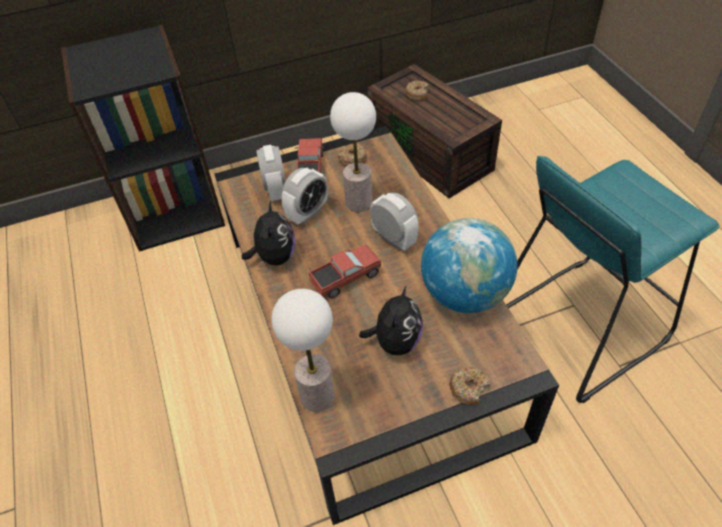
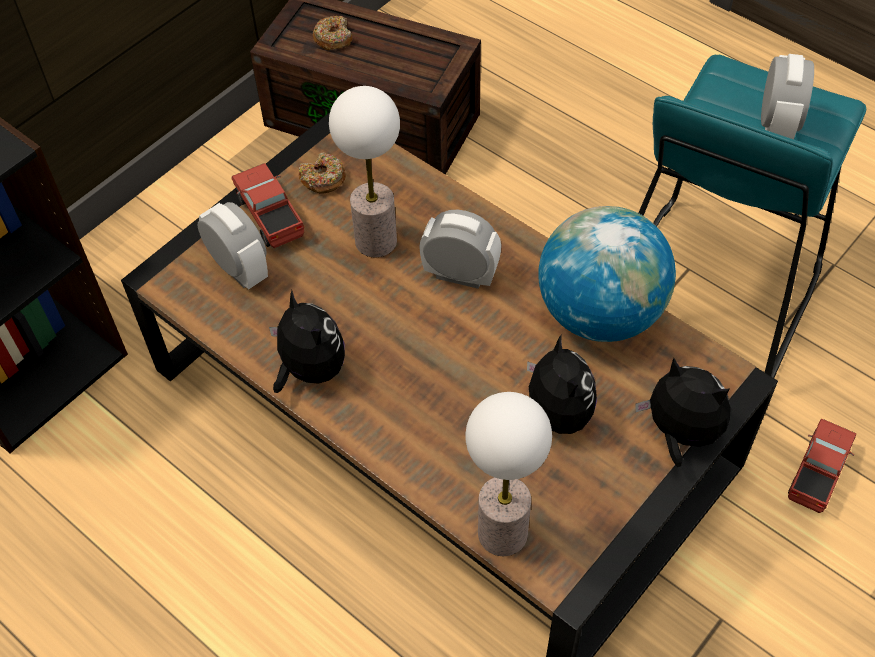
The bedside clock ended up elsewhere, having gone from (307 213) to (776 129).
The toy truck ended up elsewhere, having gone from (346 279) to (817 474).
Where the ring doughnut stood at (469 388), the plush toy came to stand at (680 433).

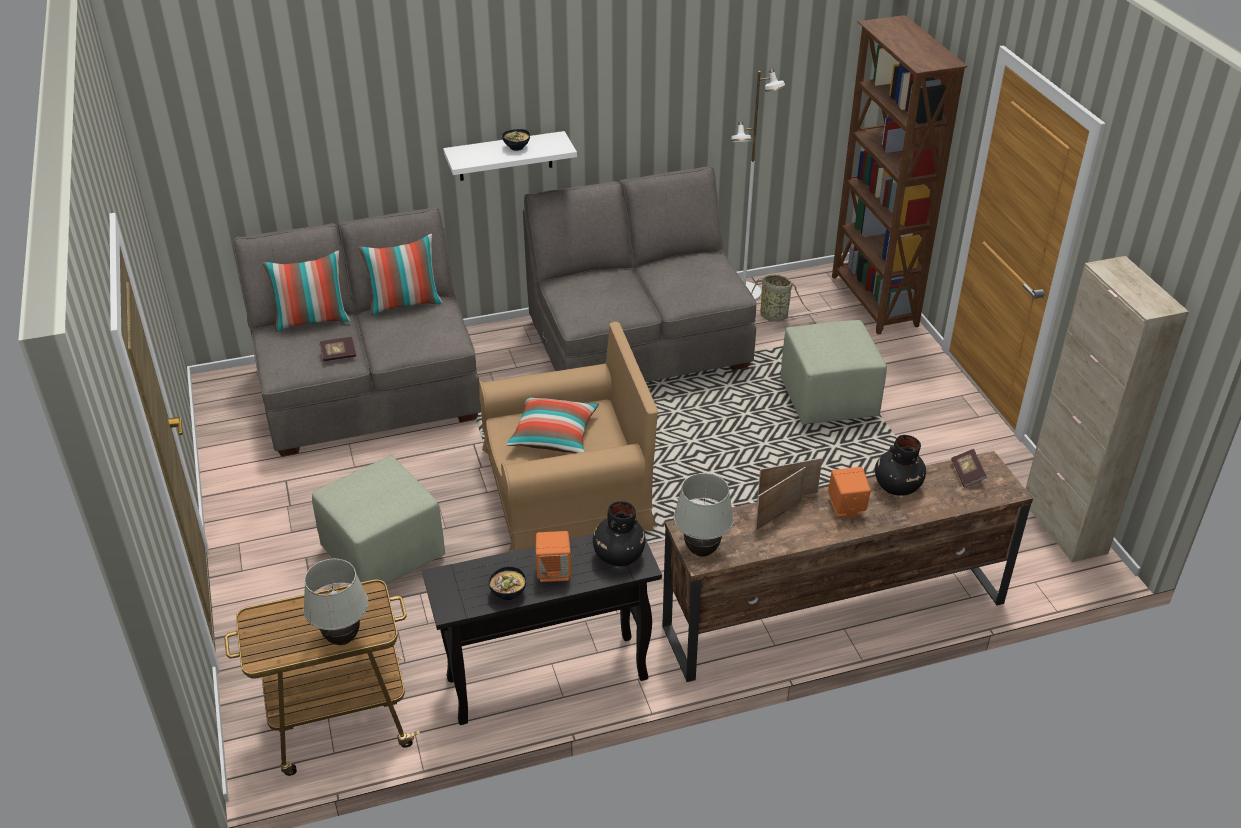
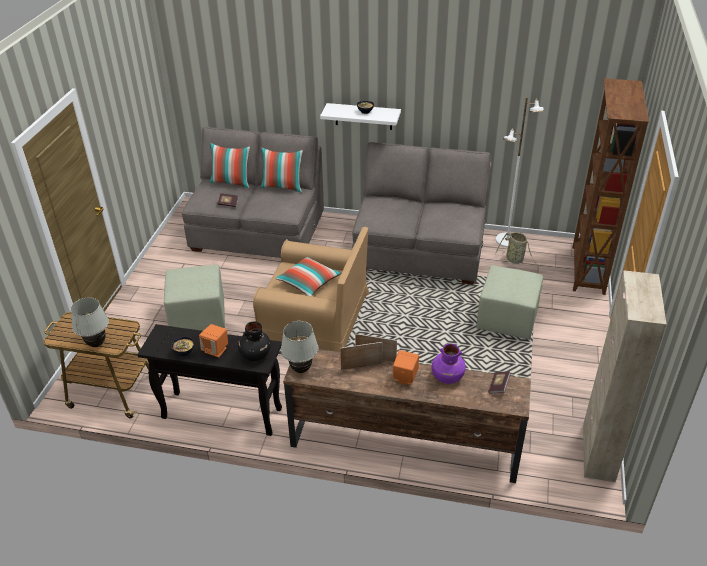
What was the vase (black) at (896 486) turned into the vase (purple-coloured) at (447 376).

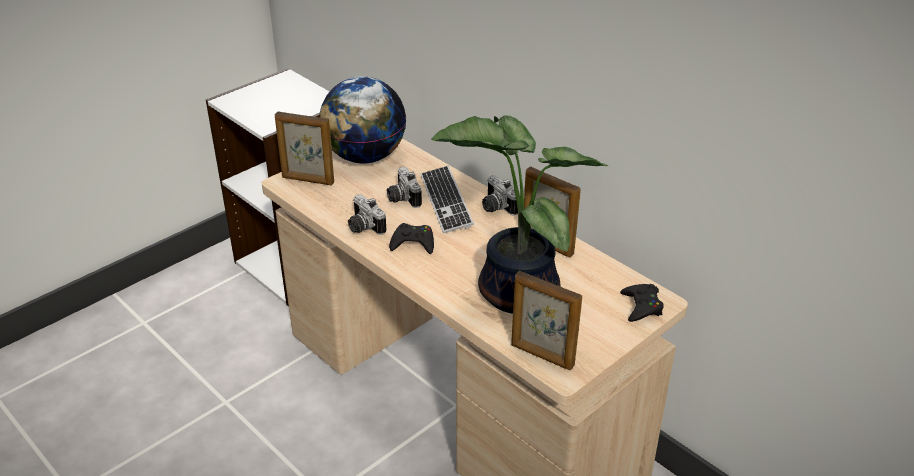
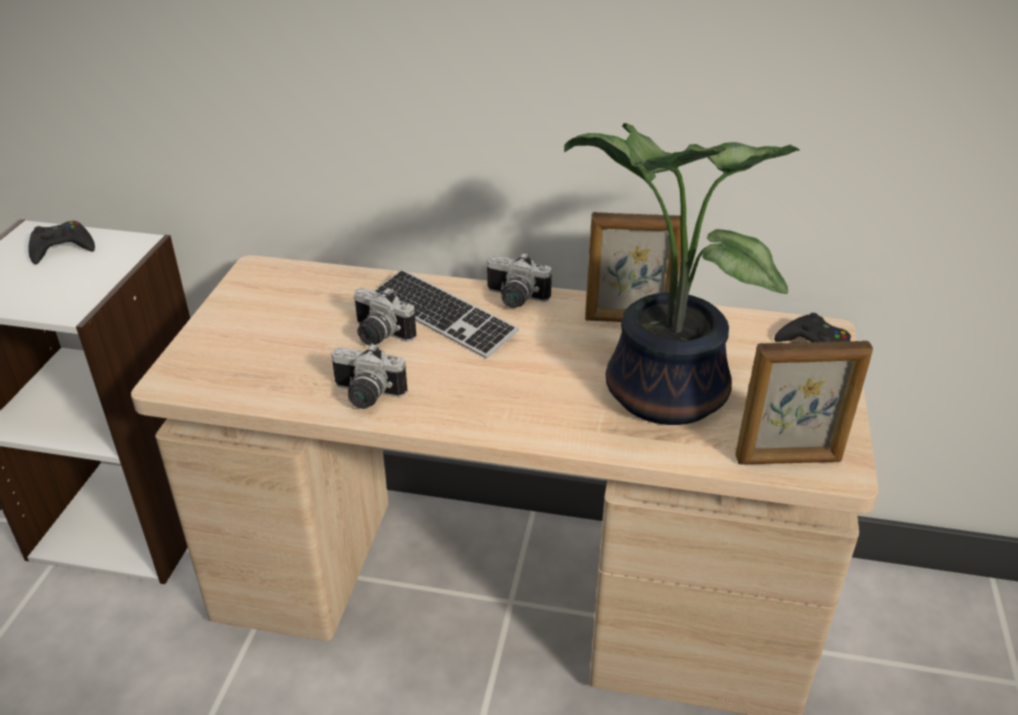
The second view lost the standing frame at (307 180).
The second view lost the desk globe at (364 157).
The gamepad (black) ended up elsewhere, having gone from (413 243) to (62 248).

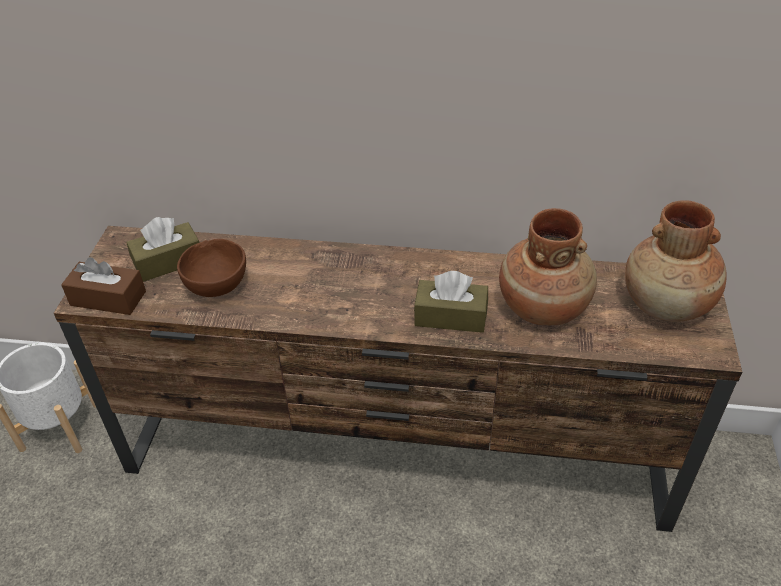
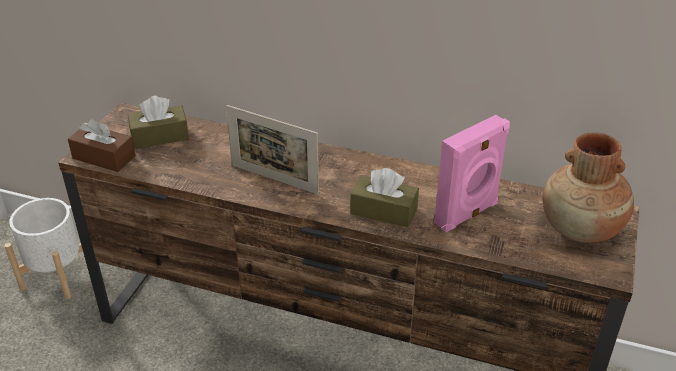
The second view lost the deep dish (brown) at (218 286).
The second view gained the standing frame at (274 179).
Where the vase (brown) stood at (542 306), the audio speaker (pink-coloured) came to stand at (467 214).

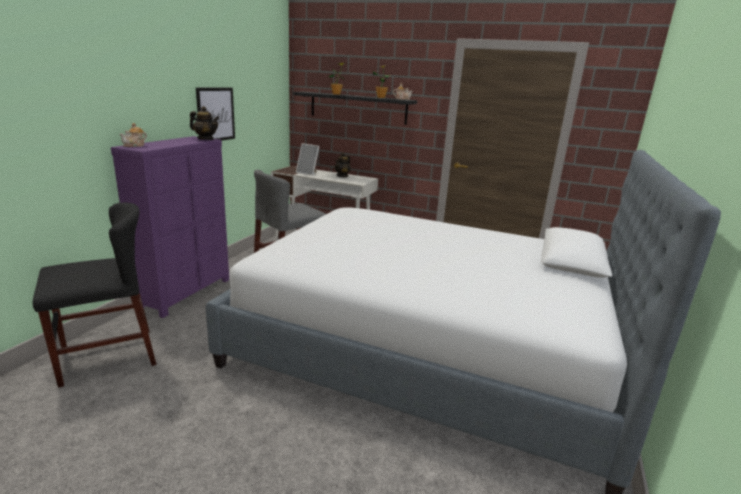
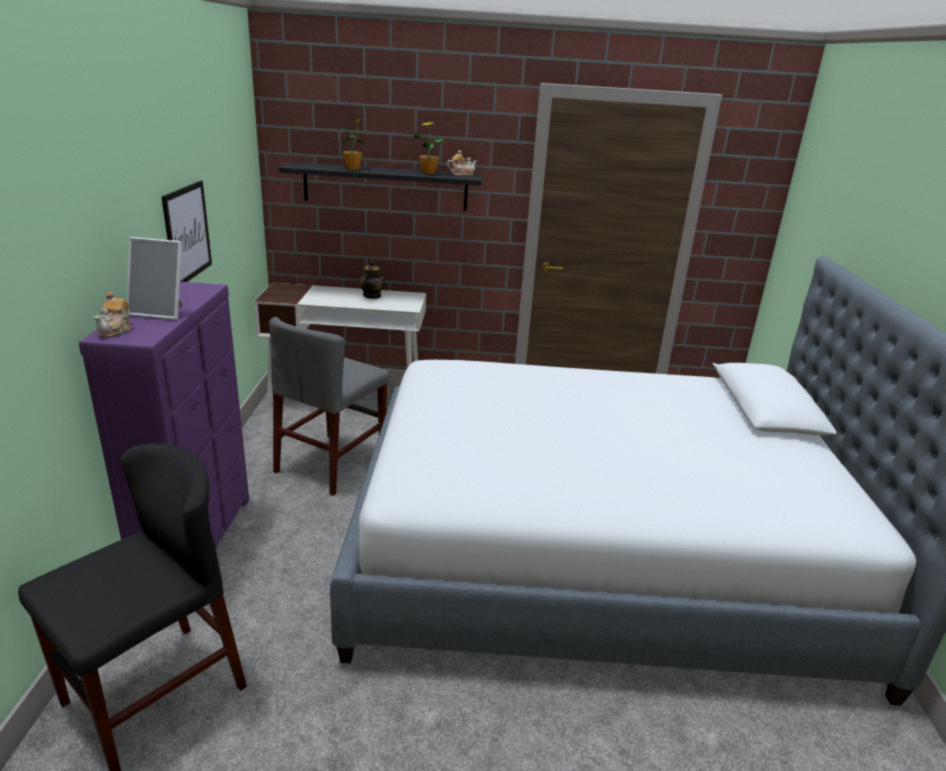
The second view lost the teapot at (205 139).
The standing frame ended up elsewhere, having gone from (308 173) to (161 312).

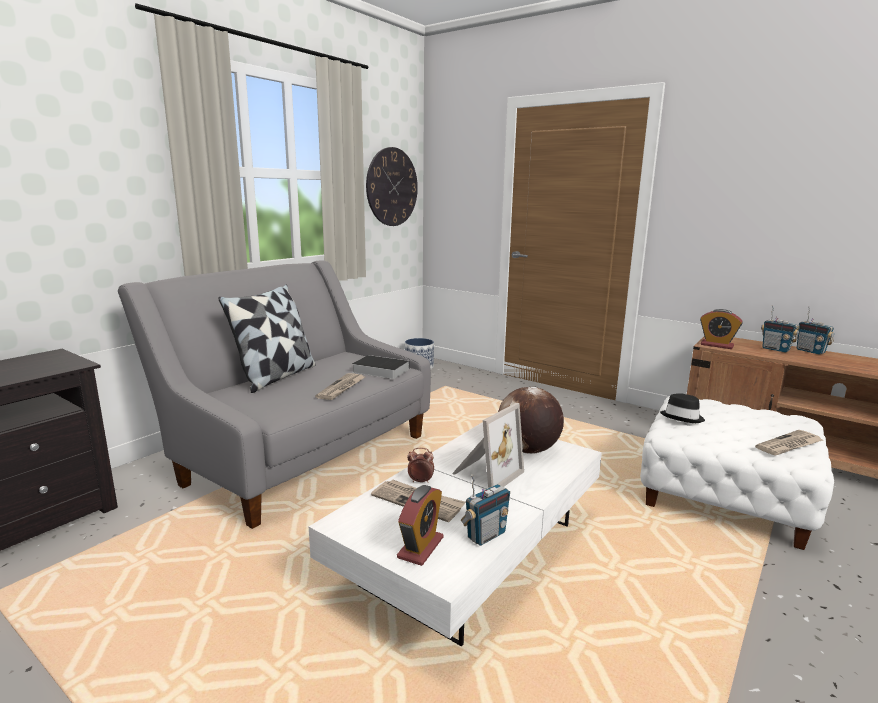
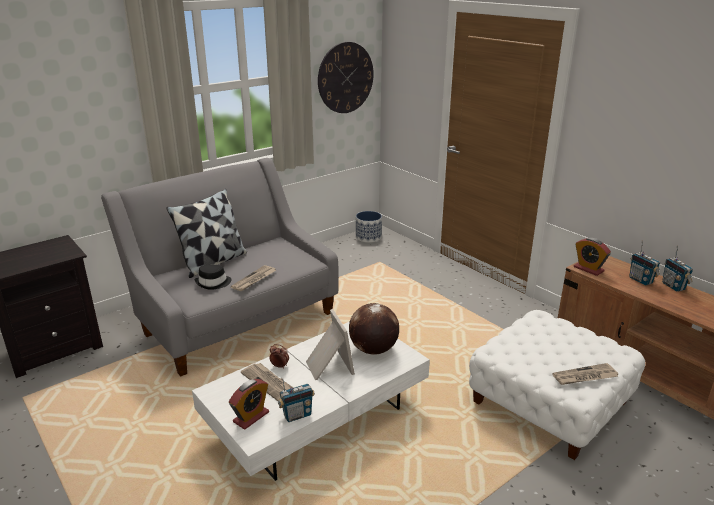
The second view lost the bound book at (379 370).
The clothing hat (black) ended up elsewhere, having gone from (682 417) to (213 283).
The standing frame at (485 473) ended up facing another way, 75 degrees counterclockwise from before.

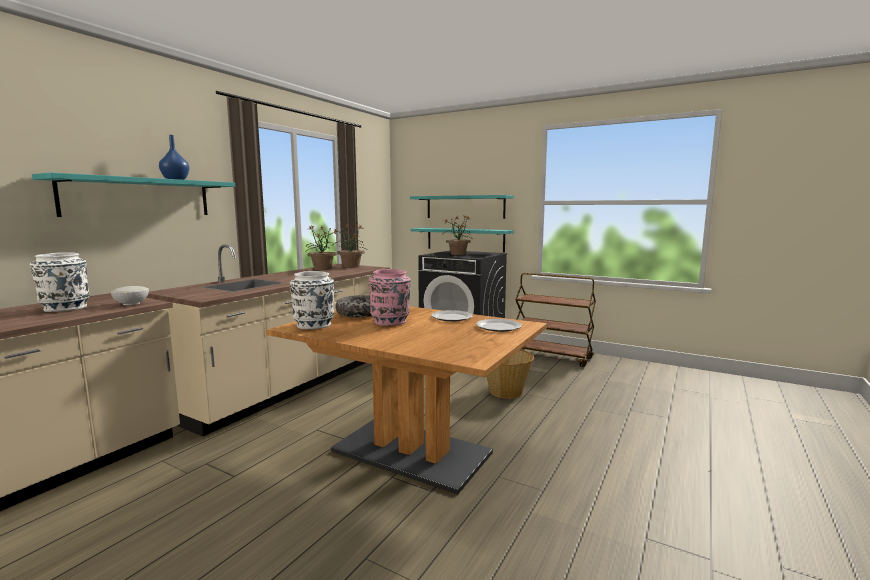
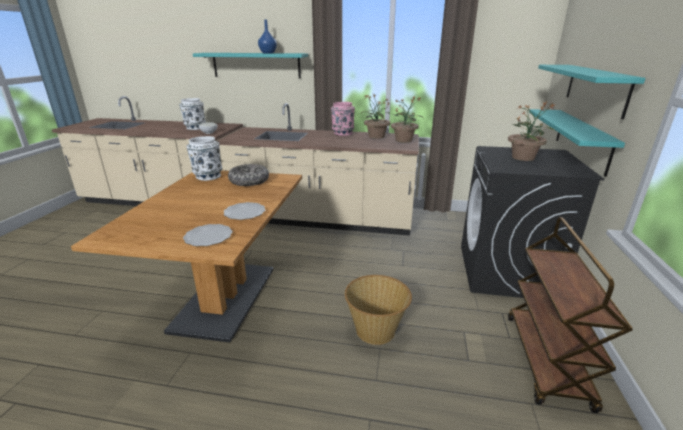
The vase (pink-coloured) ended up elsewhere, having gone from (390 322) to (342 133).

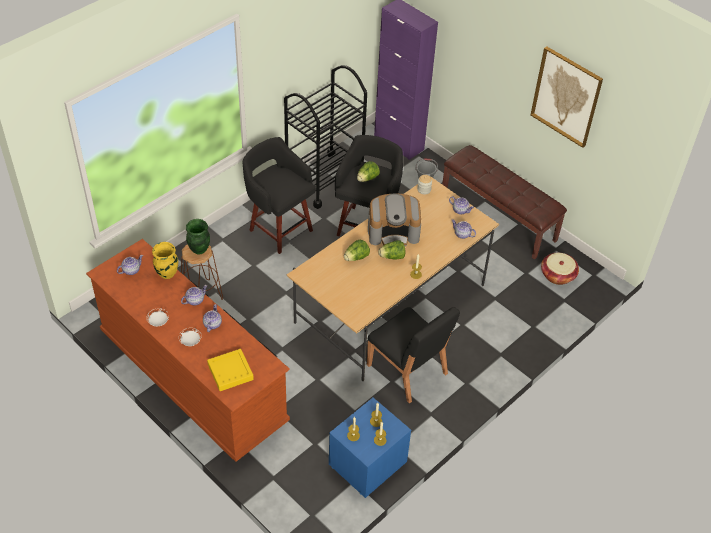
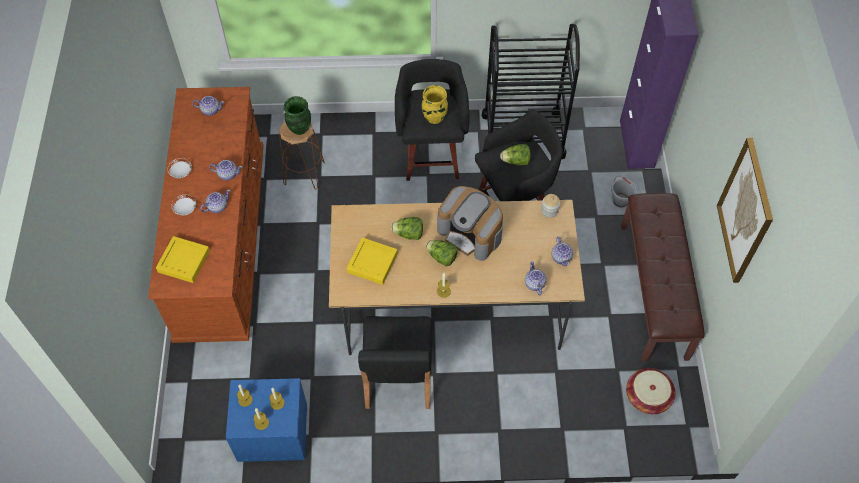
The second view gained the tray (yellow) at (372 263).
The vase (yellow) ended up elsewhere, having gone from (167 274) to (434 118).

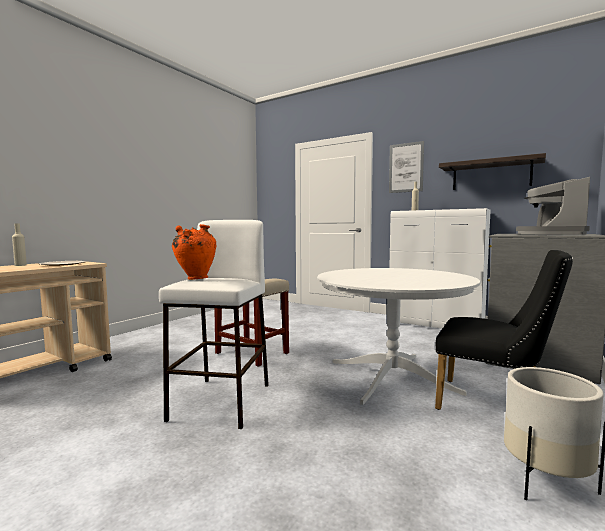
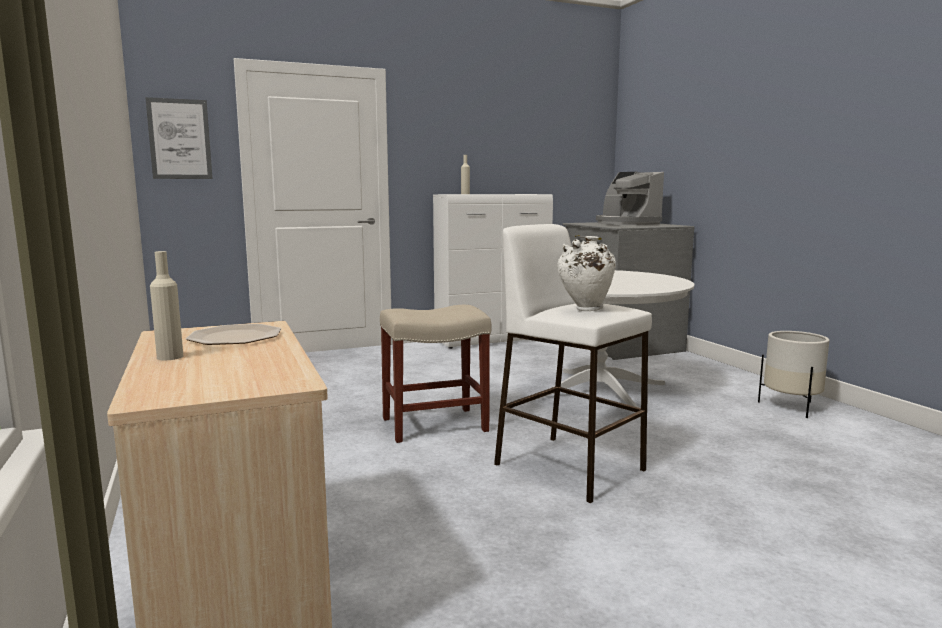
The second view lost the plain chair (black) at (495 406).
The second view lost the shelf at (491 175).
The wall picture ended up elsewhere, having gone from (406 167) to (179 139).
What was the vase (orange) at (195 279) turned into the vase (white) at (585 309).

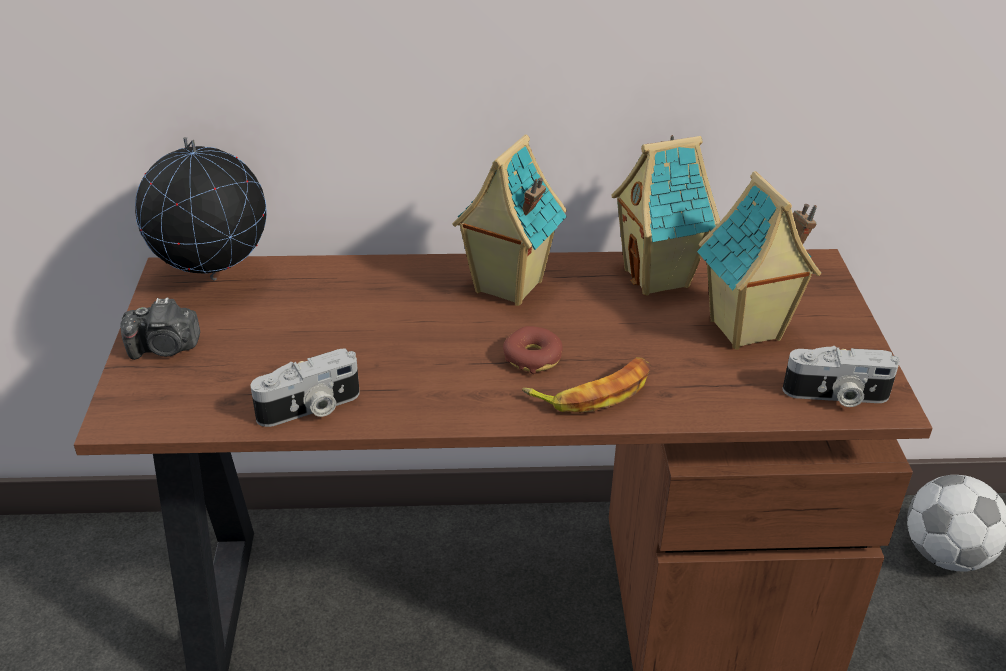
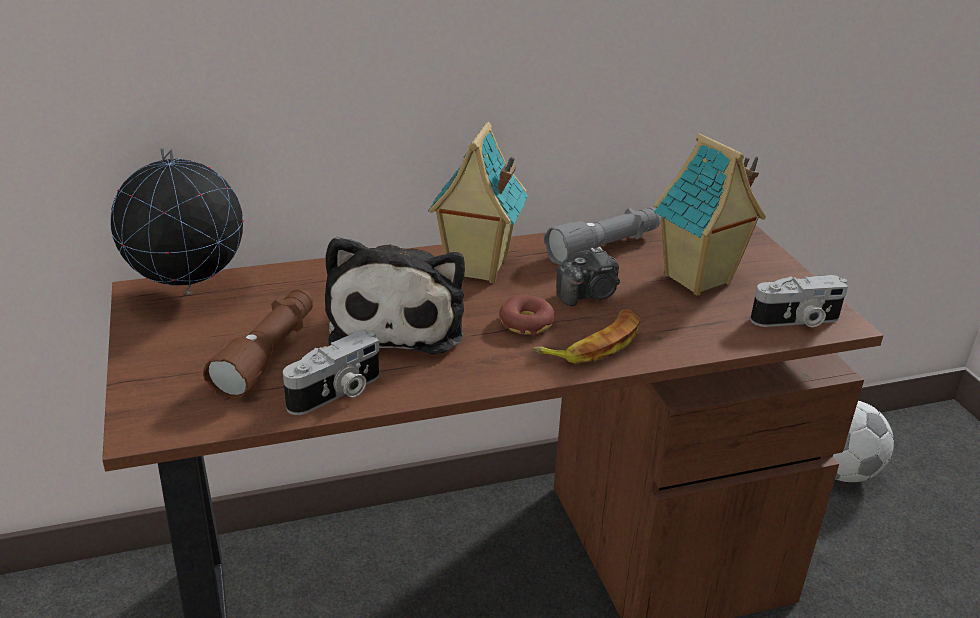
The second view gained the hand torch (brown) at (269 355).
The second view gained the plush toy at (398 321).
The still camera ended up elsewhere, having gone from (165 348) to (589 295).
Where the toy house stood at (659 278), the hand torch (gray) came to stand at (605 247).

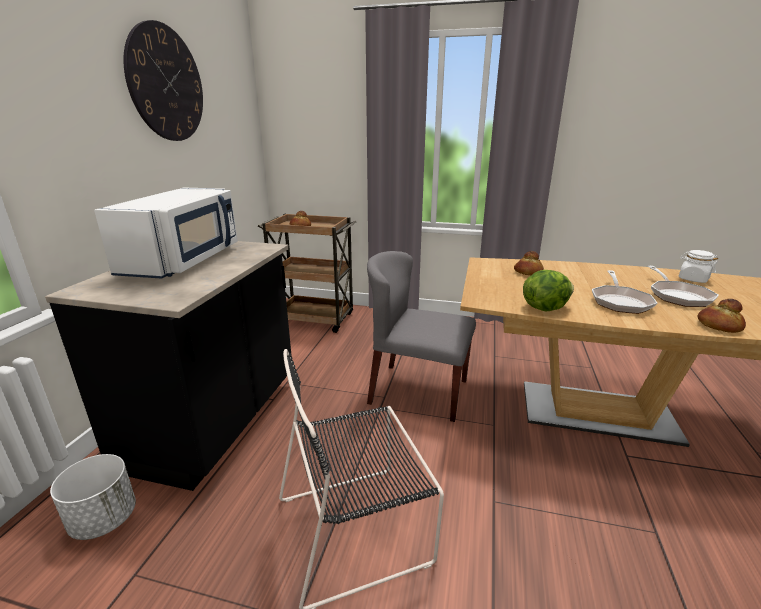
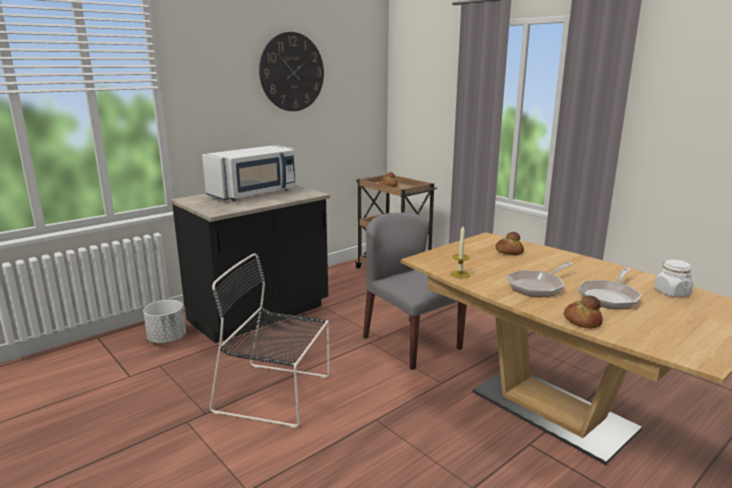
Where the lettuce stood at (544 308), the wax candle came to stand at (460 274).

